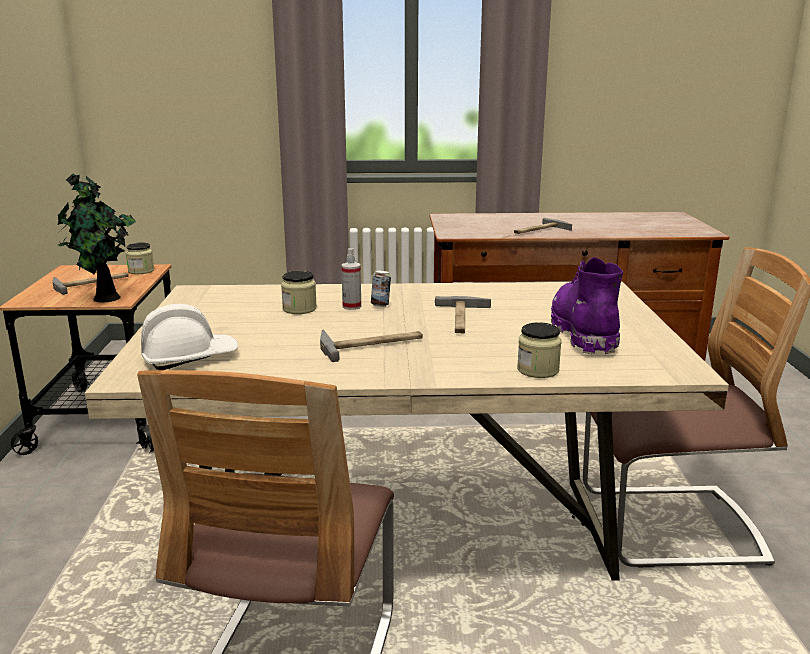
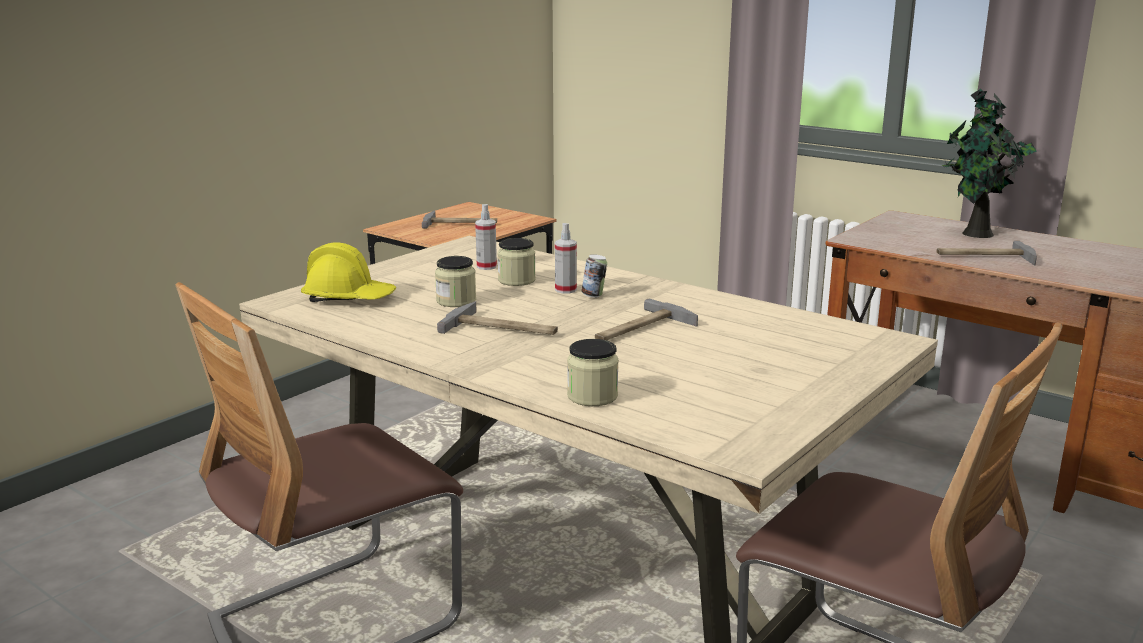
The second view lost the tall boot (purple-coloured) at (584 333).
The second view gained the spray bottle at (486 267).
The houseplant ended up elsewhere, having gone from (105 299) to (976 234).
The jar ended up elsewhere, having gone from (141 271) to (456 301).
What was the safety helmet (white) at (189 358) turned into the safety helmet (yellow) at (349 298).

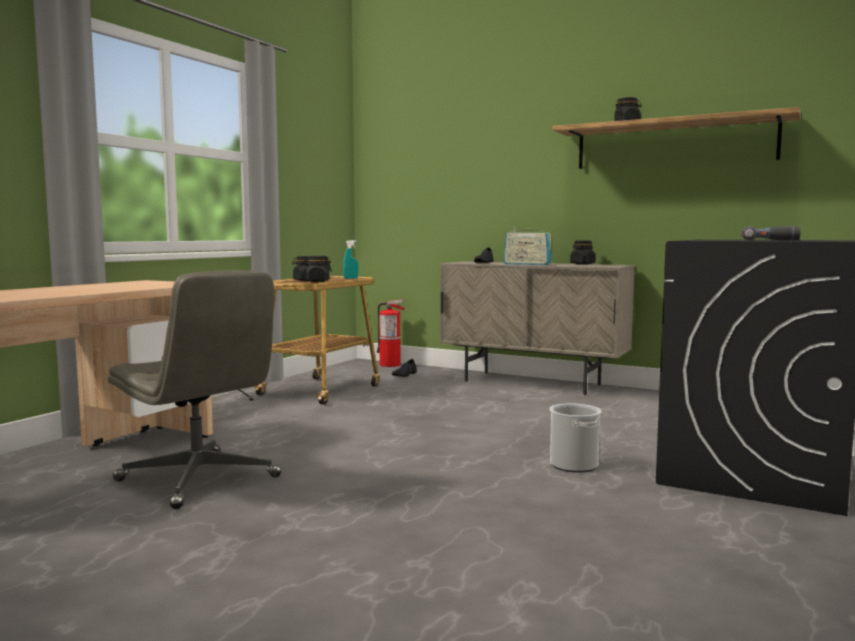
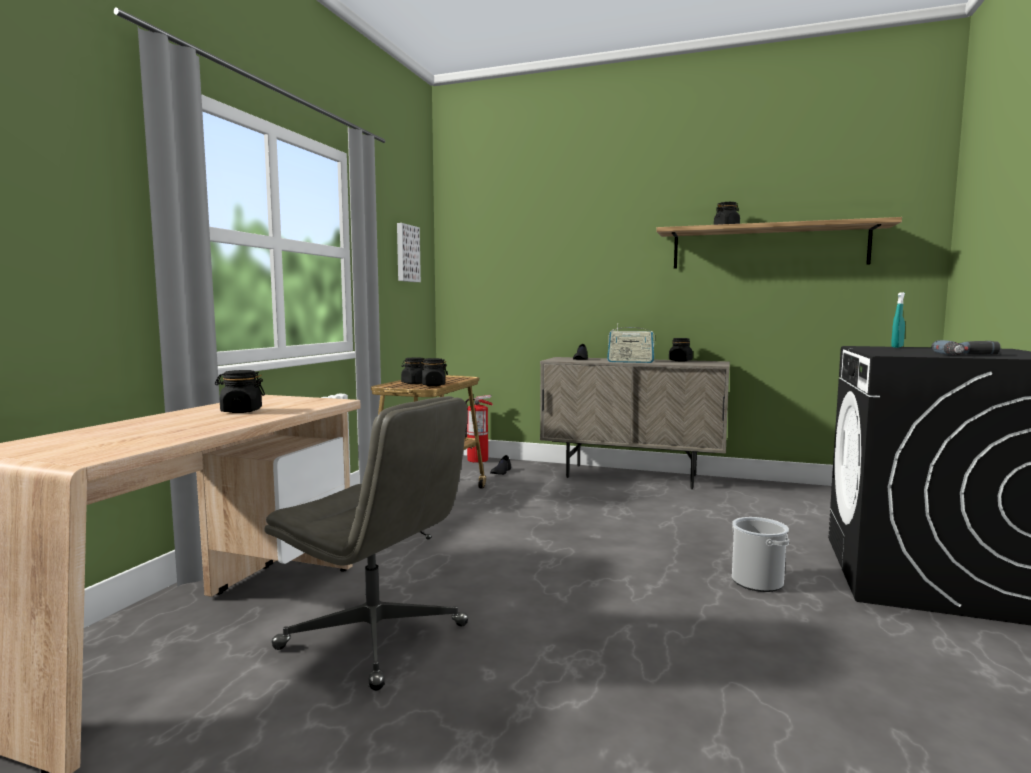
The second view gained the jar (black) at (241 411).
The second view gained the wall picture at (406 253).
The spray bottle (turquoise) ended up elsewhere, having gone from (350 278) to (897 347).

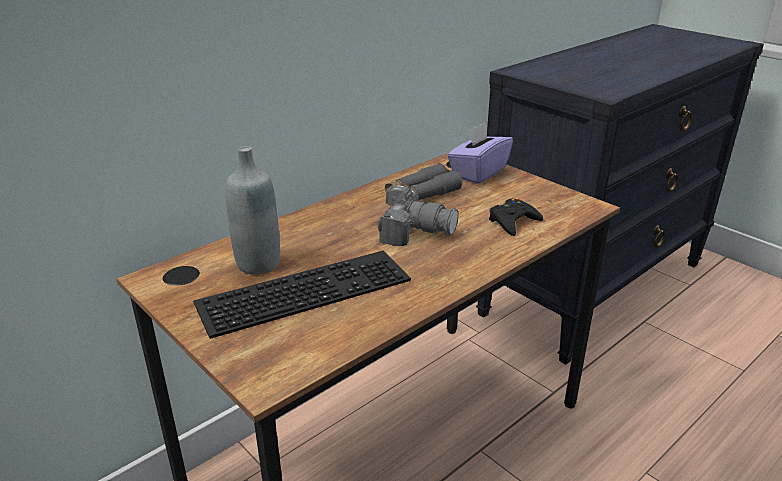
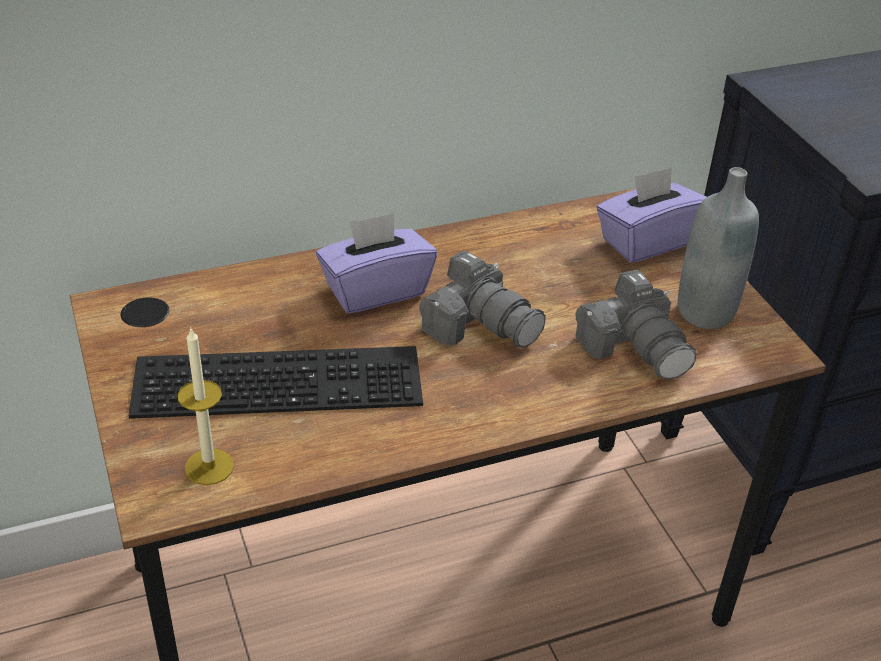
The second view lost the field glasses (gray) at (422 194).
The second view gained the wax candle at (209 467).
The second view gained the box of tissues (purple-coloured) at (375 290).
The bottle (gray) ended up elsewhere, having gone from (258 264) to (705 312).
Where the gamepad (black) stood at (513 222), the still camera came to stand at (636 347).

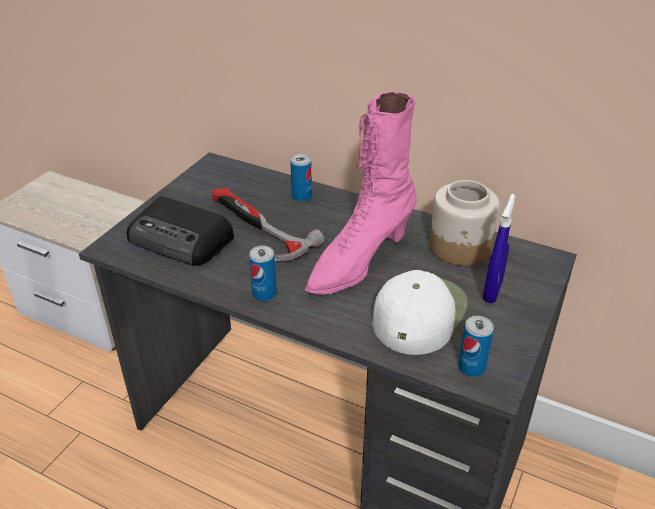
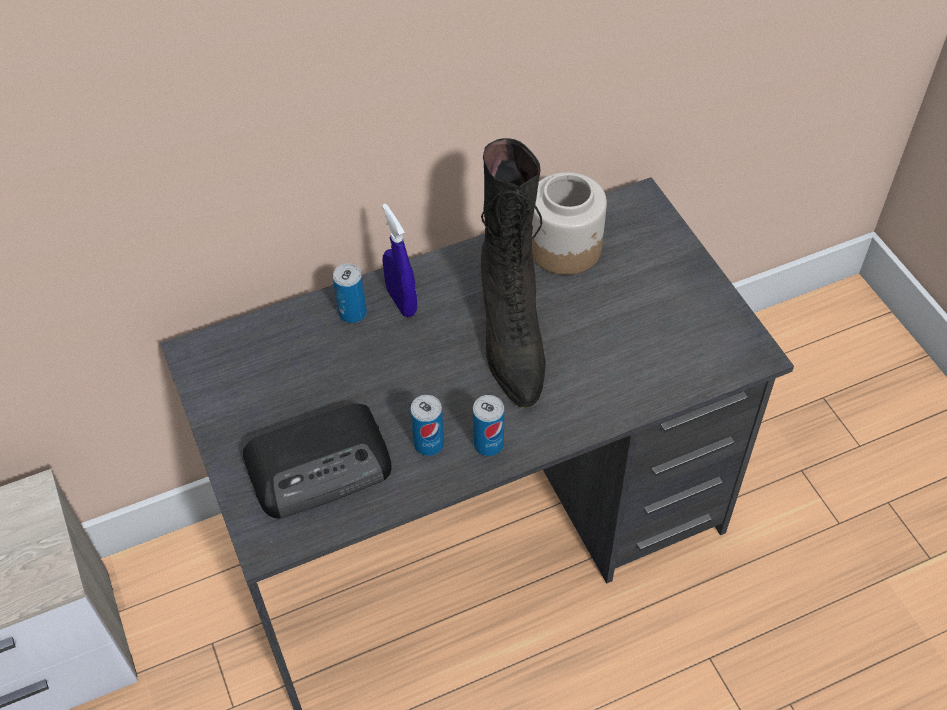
The second view lost the hand hammer at (256 227).
The second view lost the baseball cap (white) at (418 313).
The sealed can ended up elsewhere, having gone from (471 367) to (429 444).
The spray bottle (blue-coloured) ended up elsewhere, having gone from (492 291) to (401 302).
What was the tall boot (pink-coloured) at (359 261) turned into the tall boot (black) at (511 337).

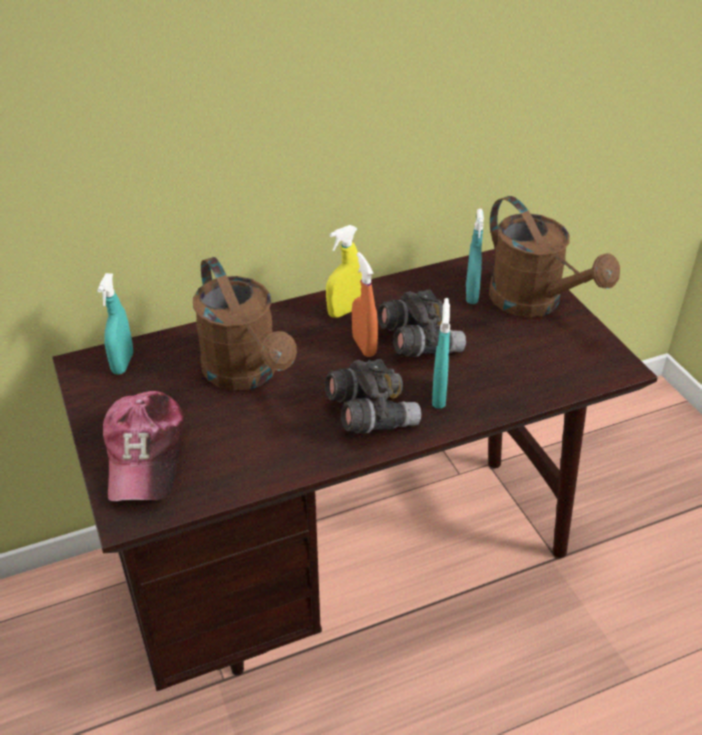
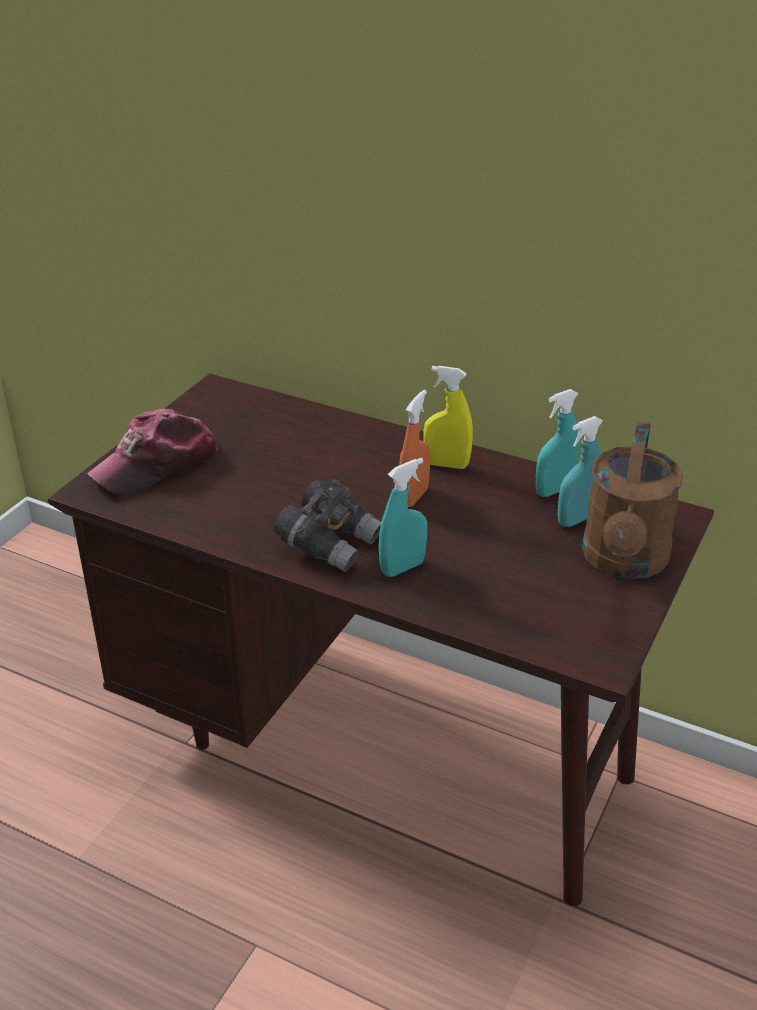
The second view lost the watering can (brown) at (247 374).
The second view lost the field glasses (gray) at (419 343).
The spray bottle (turquoise) ended up elsewhere, having gone from (123 363) to (554 490).

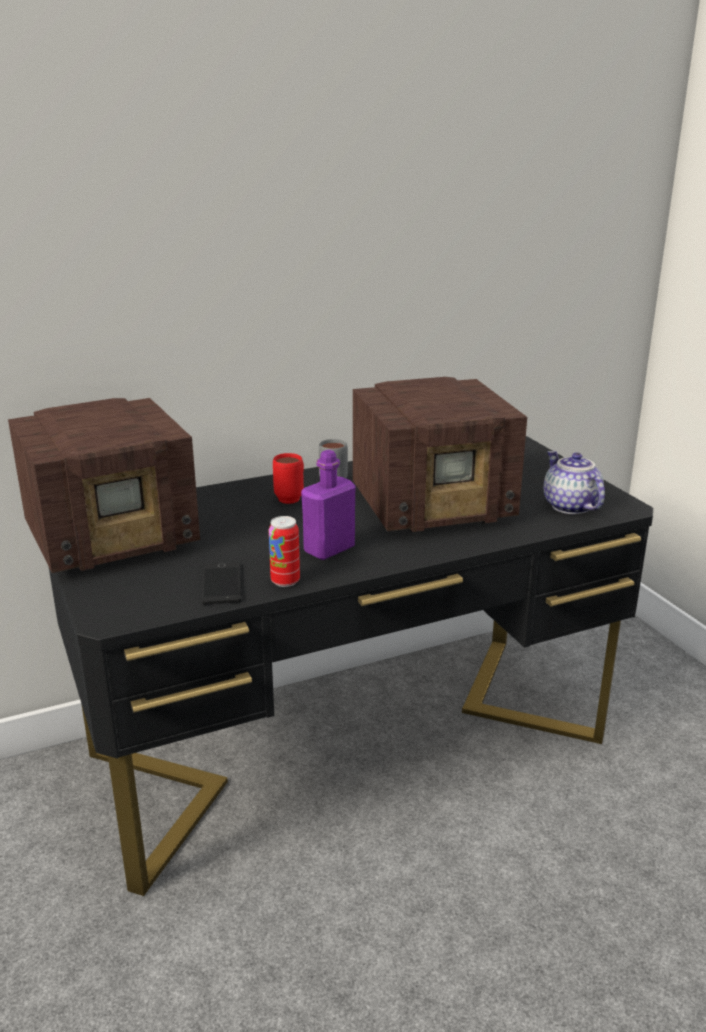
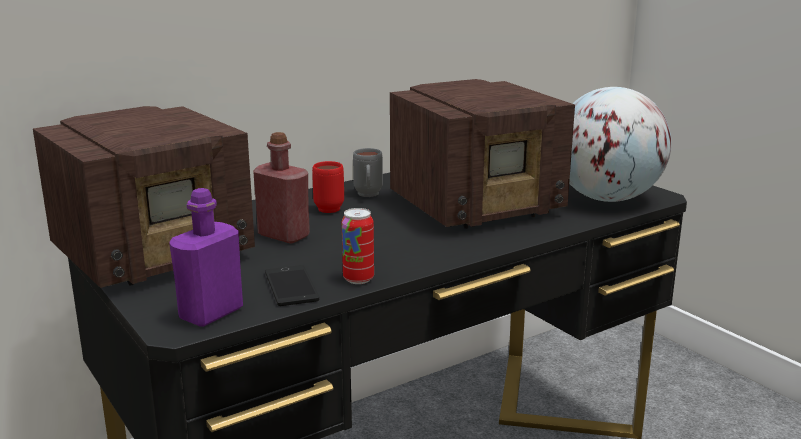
The second view gained the bottle (red) at (283 235).
The bottle (purple-coloured) ended up elsewhere, having gone from (329 549) to (211 313).
Where the teapot stood at (569 506), the desk globe came to stand at (606 198).

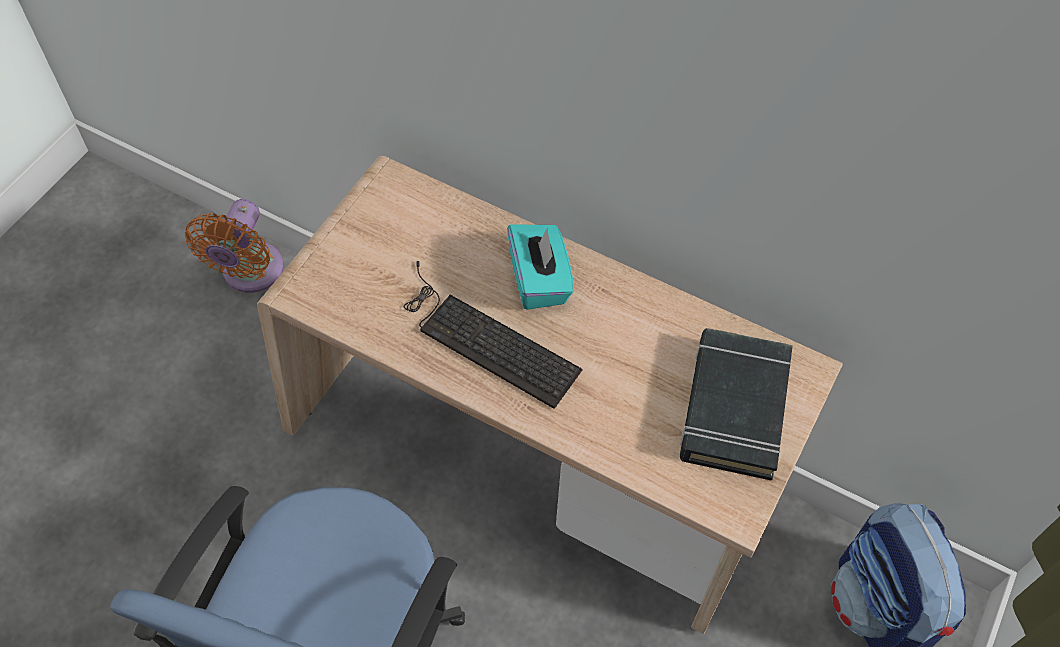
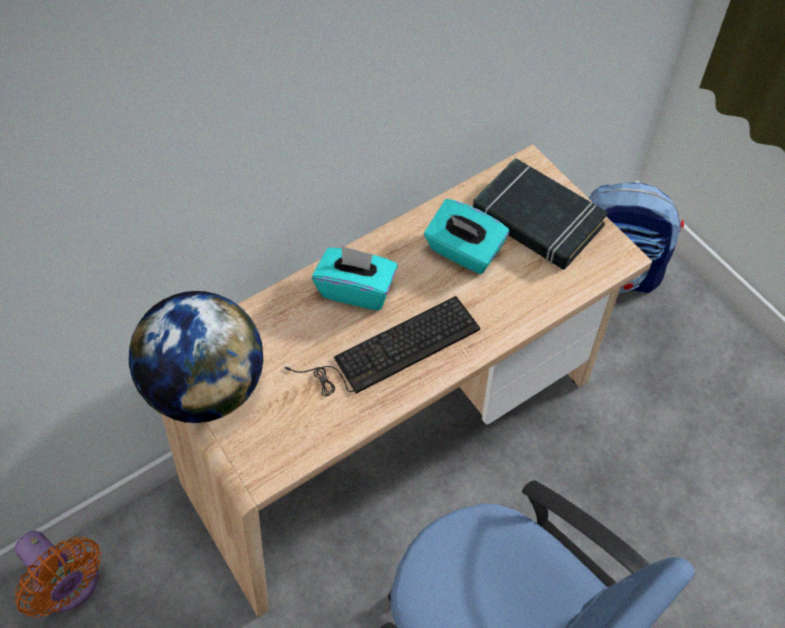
The second view gained the desk globe at (209 386).
The second view gained the box of tissues (turquoise) at (464 252).

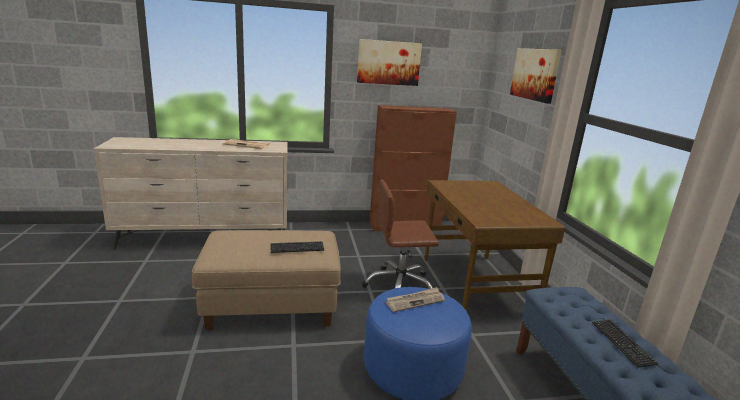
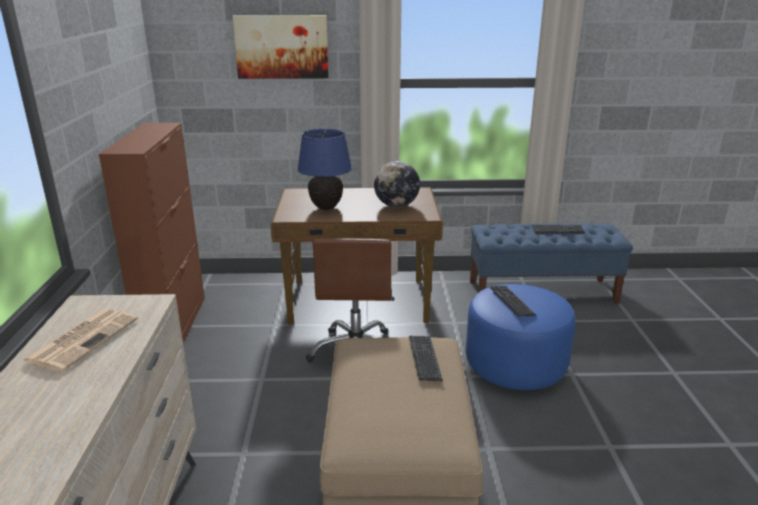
The second view lost the wall picture at (388 62).
The second view gained the table lamp (blue-coloured) at (326 207).
The second view gained the desk globe at (396 206).
Where the daily paper stood at (415 301), the computer keyboard came to stand at (511 302).

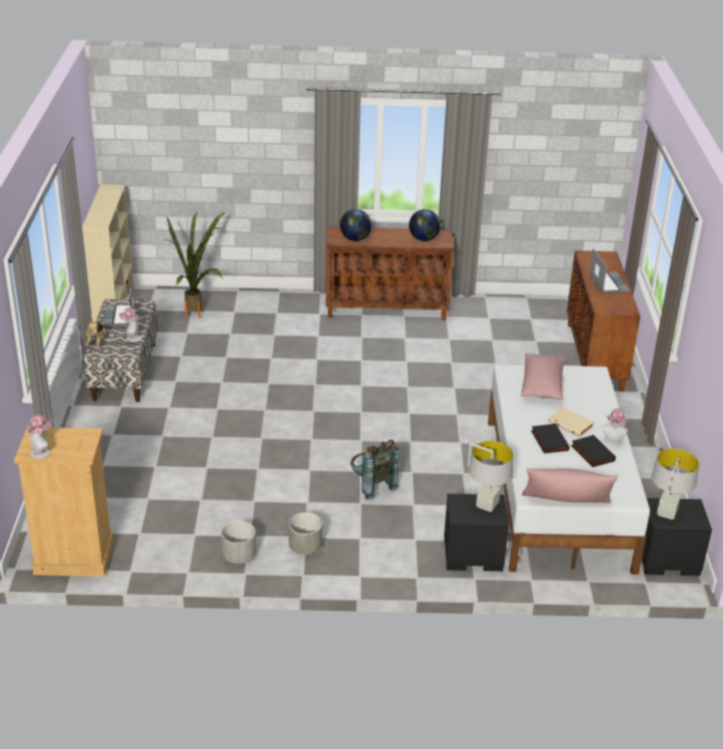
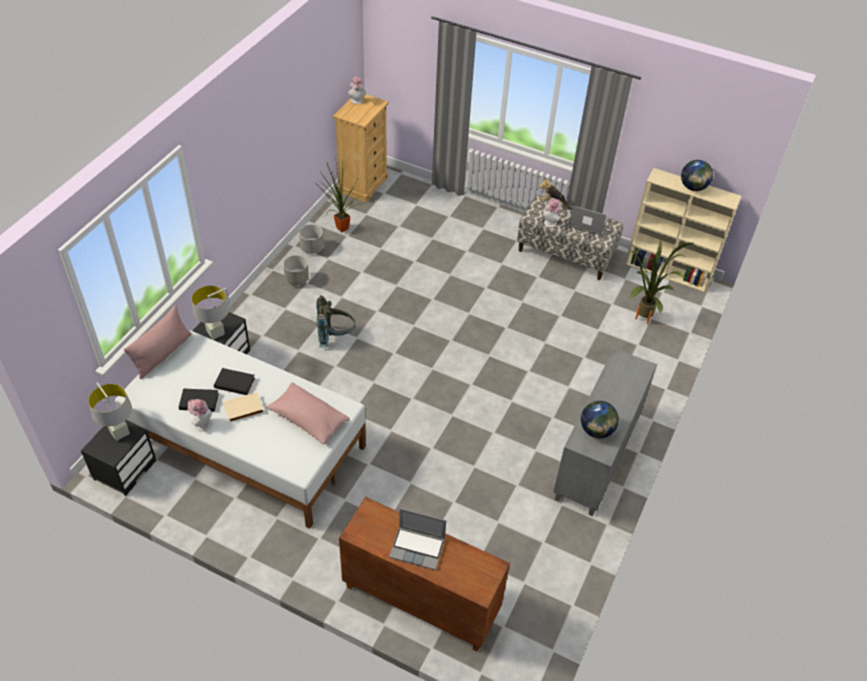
The second view gained the houseplant at (340 229).
The desk globe ended up elsewhere, having gone from (355 239) to (693 187).
What was the storage cabinet (brown) at (387 309) turned into the storage cabinet (gray) at (596 460).

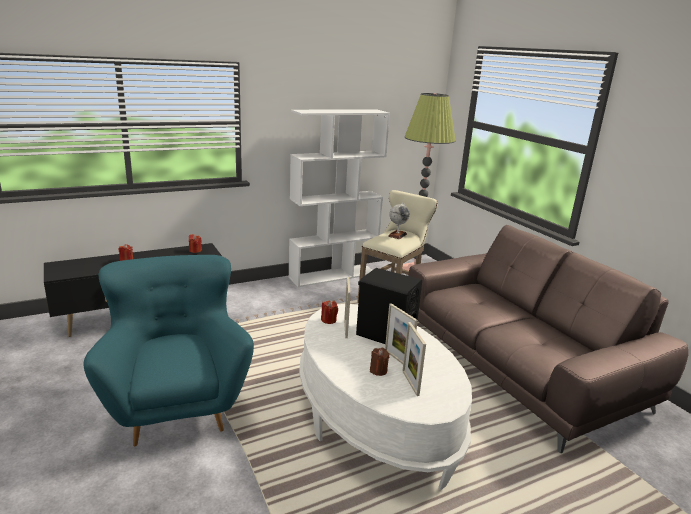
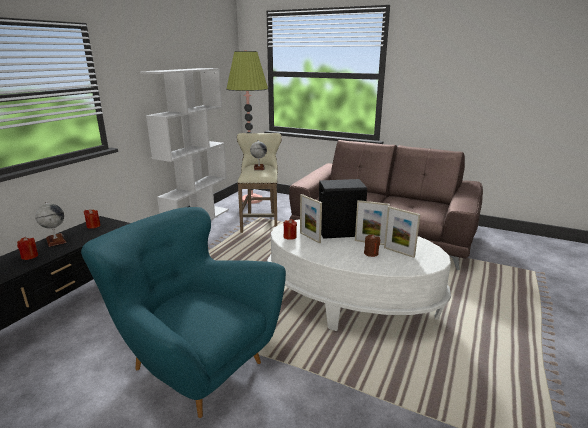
The second view gained the desk globe at (56 240).

